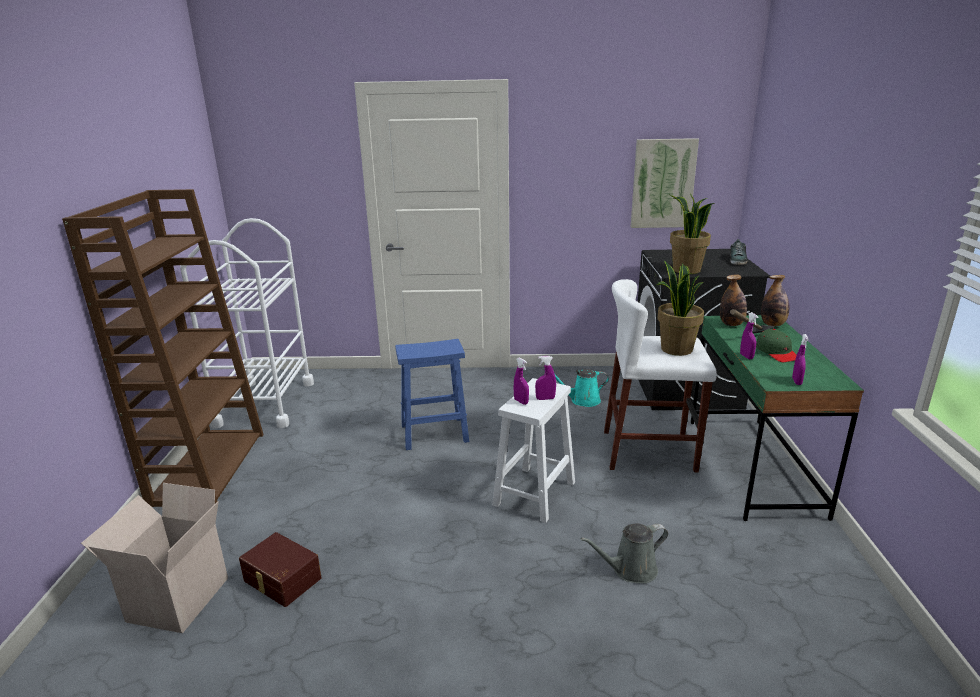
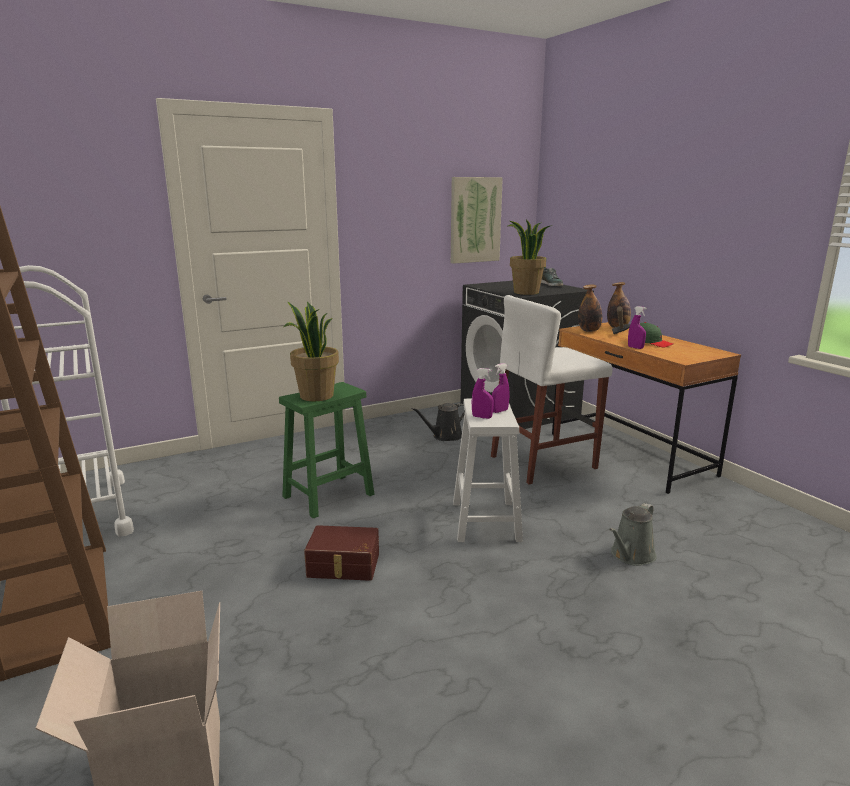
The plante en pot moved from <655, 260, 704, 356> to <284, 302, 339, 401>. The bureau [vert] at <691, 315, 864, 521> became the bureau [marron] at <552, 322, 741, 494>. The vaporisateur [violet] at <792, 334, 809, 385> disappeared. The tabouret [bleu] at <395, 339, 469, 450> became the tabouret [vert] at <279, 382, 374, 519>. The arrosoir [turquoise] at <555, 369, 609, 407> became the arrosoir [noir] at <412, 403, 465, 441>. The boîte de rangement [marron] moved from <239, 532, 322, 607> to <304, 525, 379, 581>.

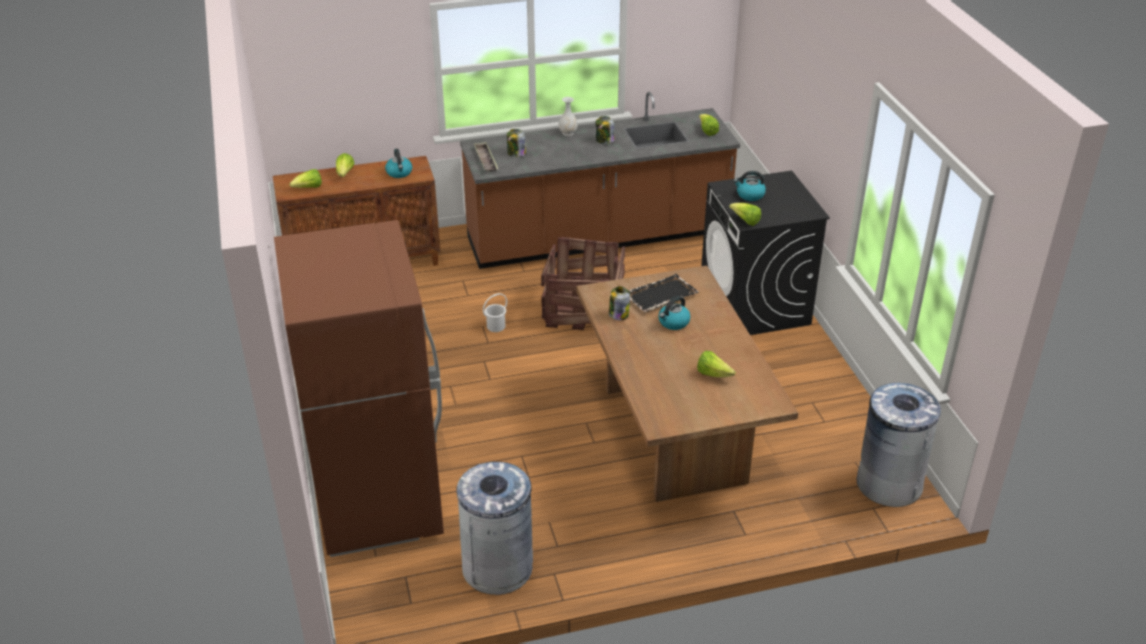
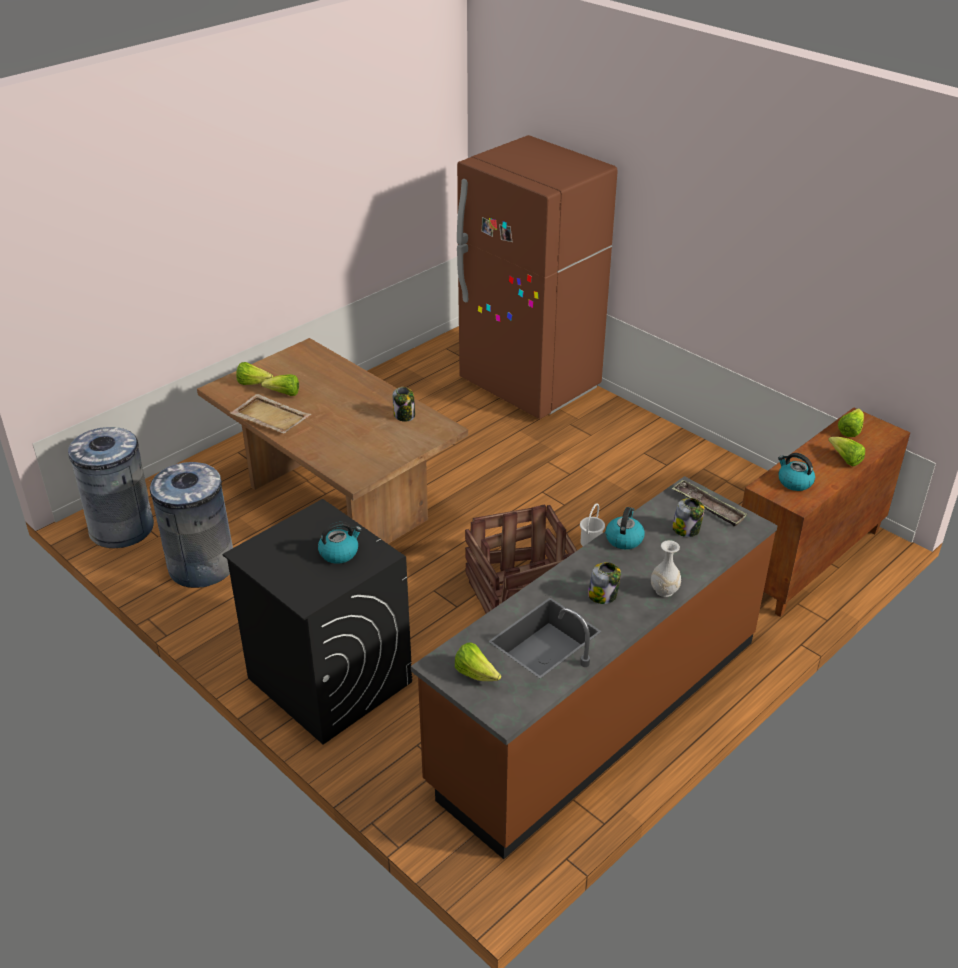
The laitue moved from <729, 203, 761, 226> to <236, 362, 273, 385>. The plateau [noir] at <628, 274, 699, 312> disappeared. The bouilloire moved from <658, 296, 691, 330> to <605, 507, 645, 549>. The poubelle [gris] moved from <456, 462, 533, 595> to <149, 462, 233, 588>. The plateau [beige] at <230, 394, 311, 433> appeared.

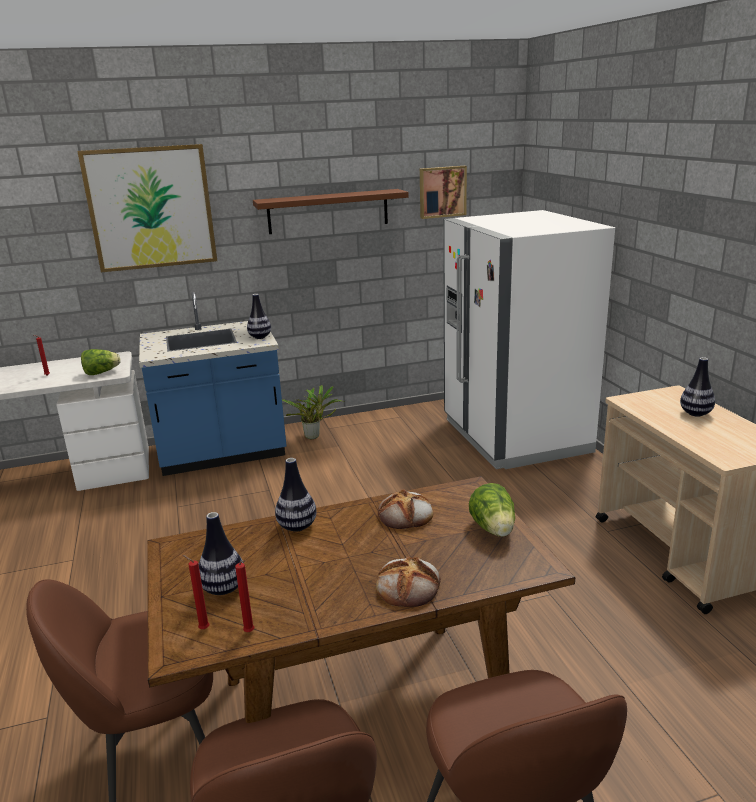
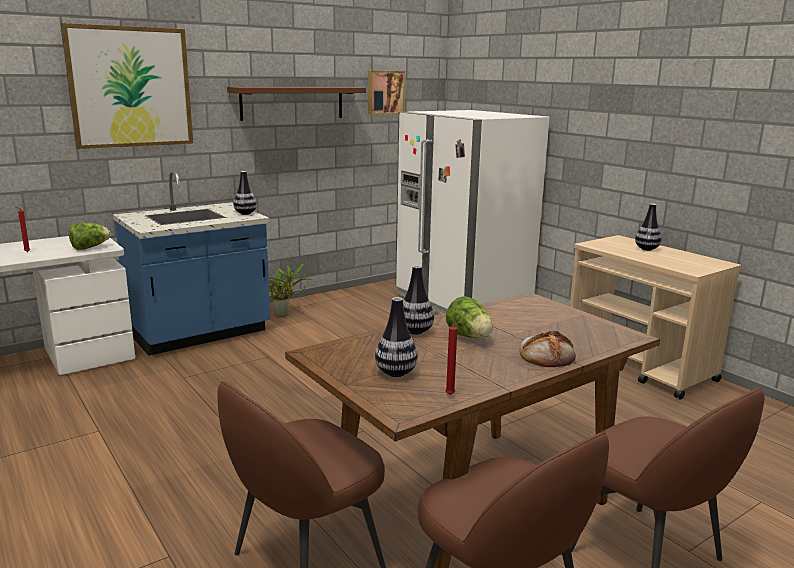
The laitue moved from <469, 483, 515, 537> to <446, 296, 493, 338>. The pain at <378, 489, 433, 529> disappeared. The bougie [rouge] at <183, 555, 209, 629> disappeared.

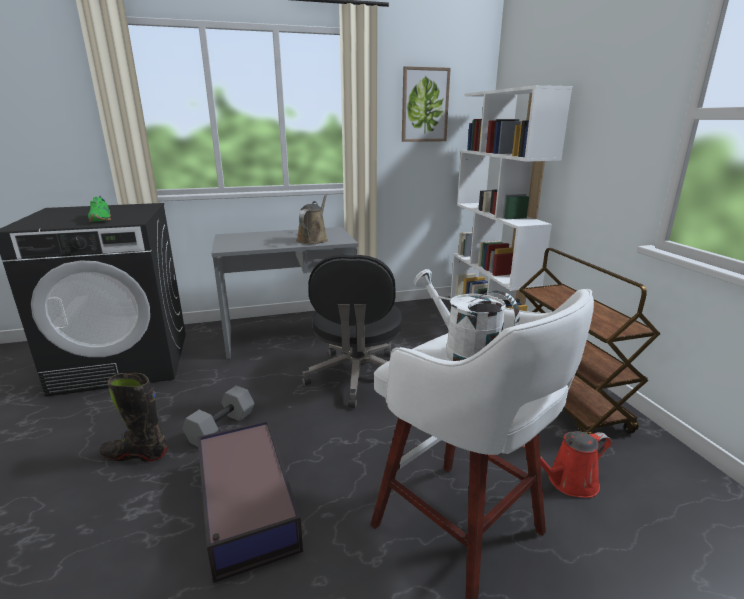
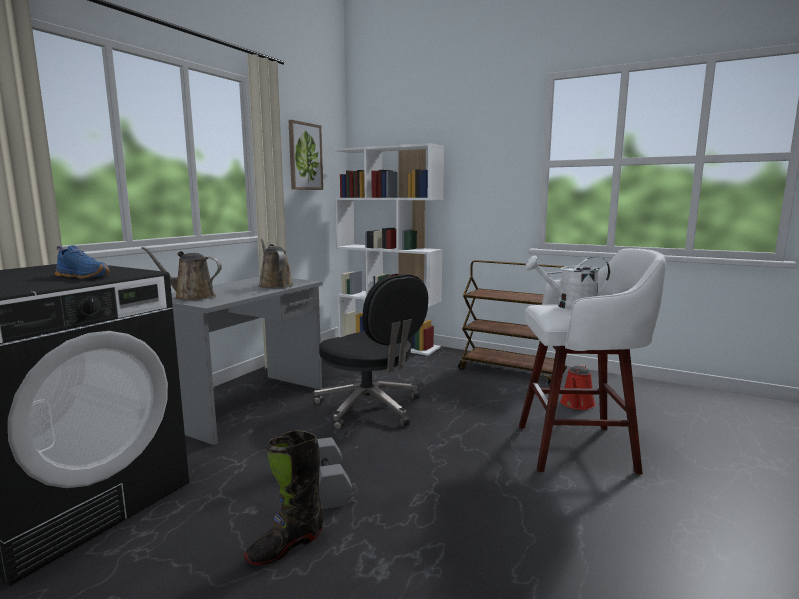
The chaussure [vert] at <88, 196, 111, 222> became the chaussure [bleu] at <55, 245, 110, 279>. The boîte de rangement at <198, 420, 303, 583> disappeared. The arrosoir [marron] at <142, 247, 222, 301> appeared.

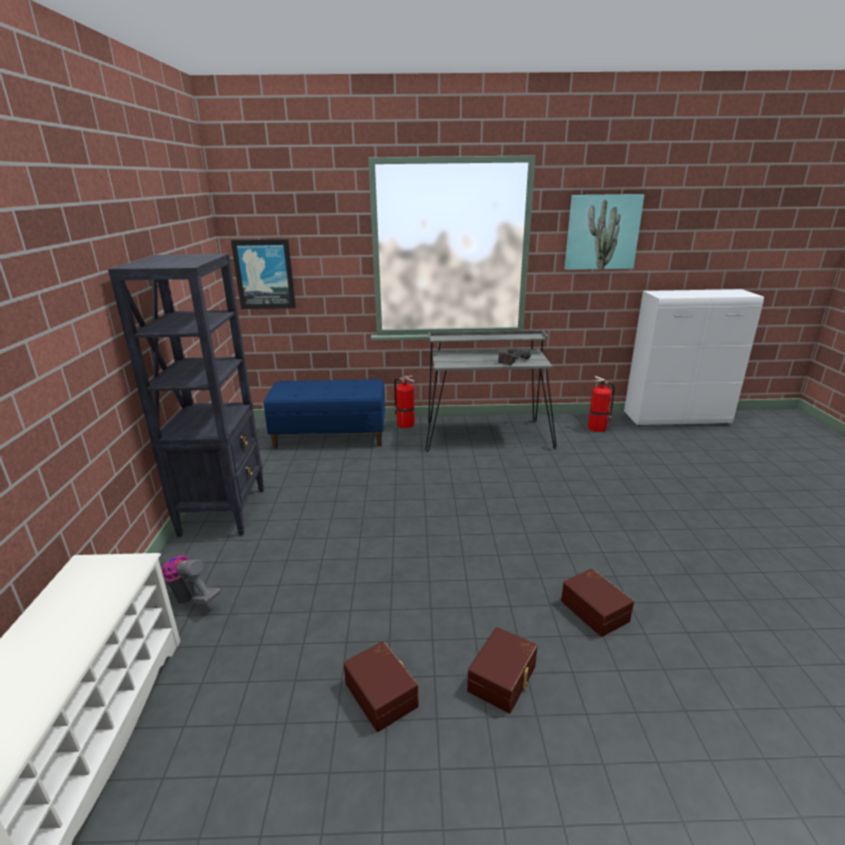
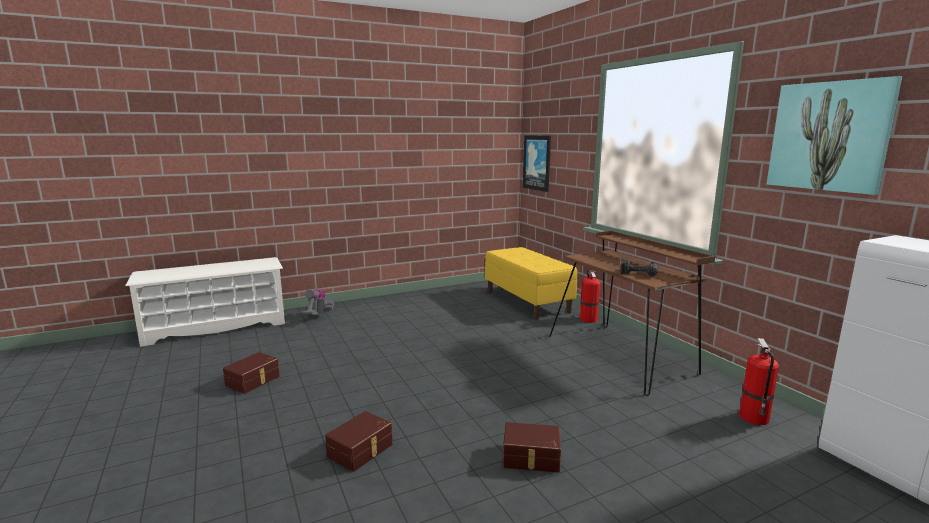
The bibliothèque [noir] at <108, 254, 264, 537> disappeared. The bureau [gris] at <426, 330, 557, 452> became the bureau [marron] at <549, 231, 715, 396>. The banc [bleu] at <264, 379, 385, 448> became the banc [jaune] at <485, 247, 577, 320>. The boîte de rangement [marron] moved from <467, 627, 537, 713> to <503, 422, 561, 473>.

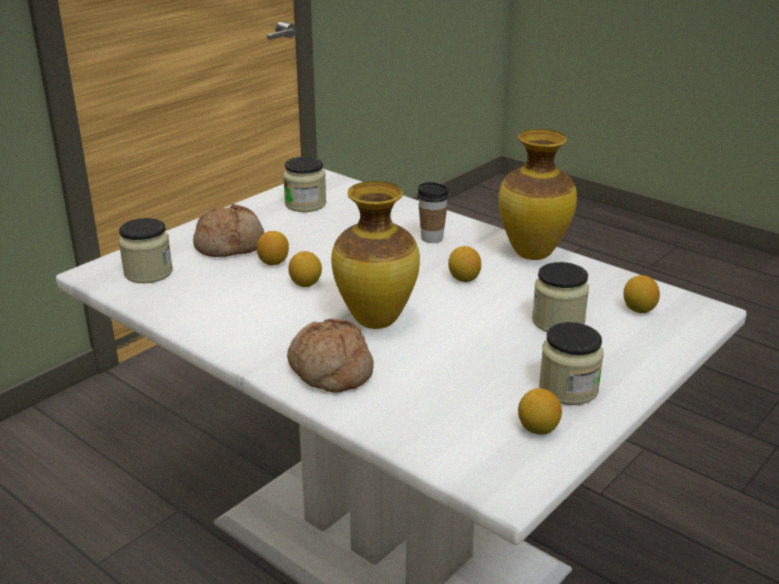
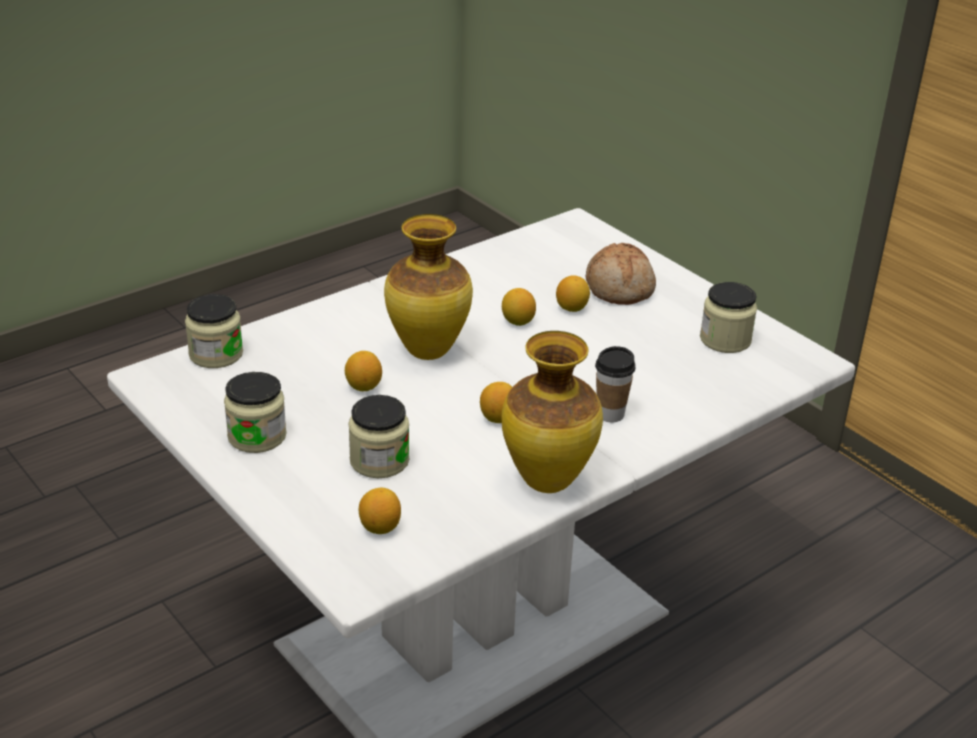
The bocal moved from <119, 218, 173, 283> to <185, 294, 243, 368>. The pain at <287, 318, 374, 392> disappeared. The citron moved from <518, 388, 562, 435> to <345, 351, 382, 391>.

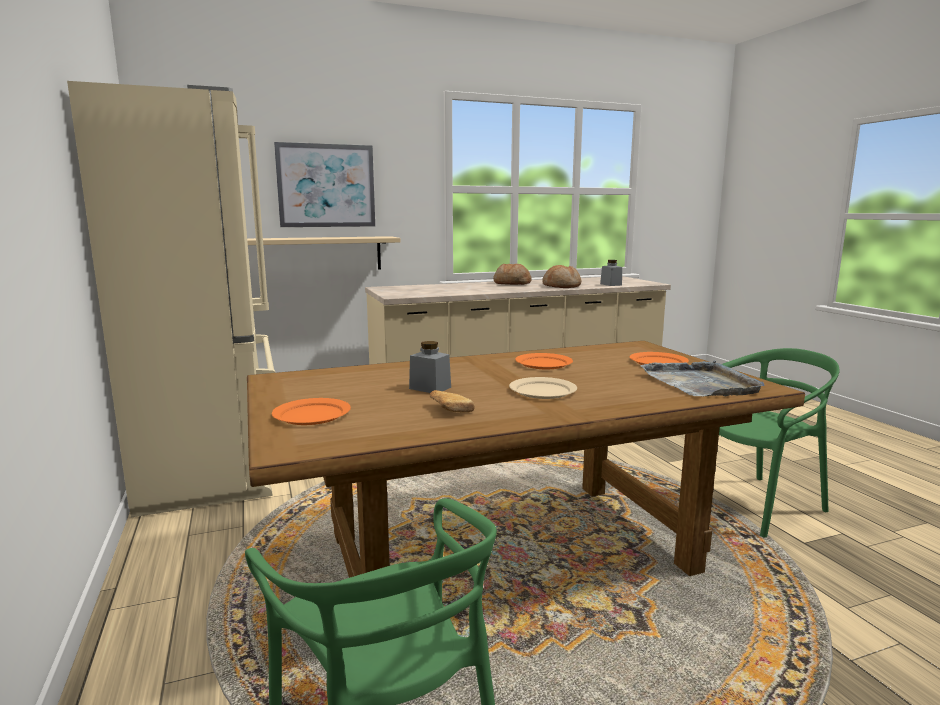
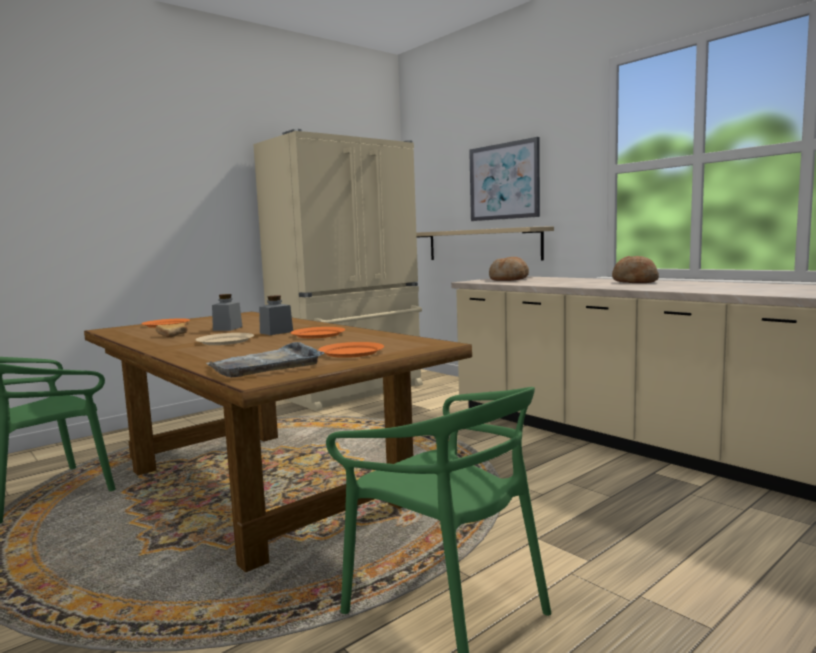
The bocal [gris] moved from <600, 260, 622, 286> to <259, 295, 293, 335>. The pain moved from <542, 265, 582, 288> to <489, 257, 529, 281>.

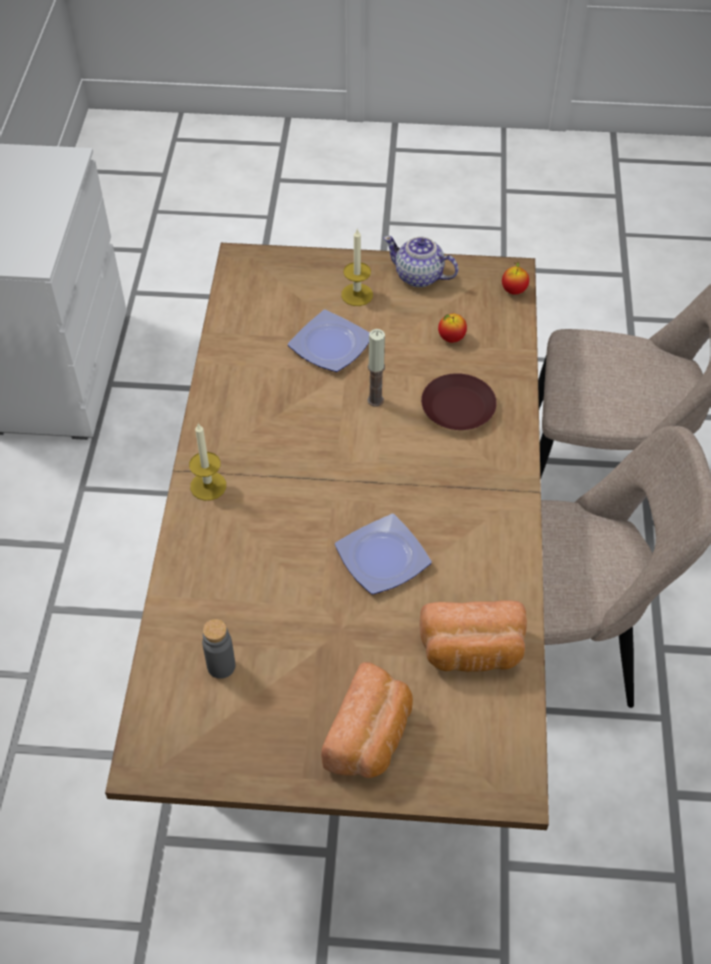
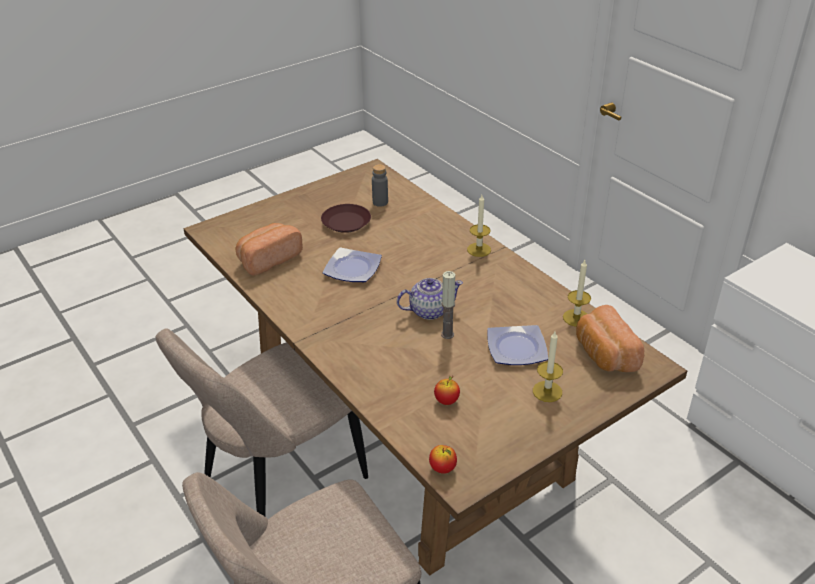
The théière moved from <383, 236, 459, 287> to <397, 278, 463, 320>. The assiette [marron] moved from <421, 373, 497, 430> to <321, 204, 371, 233>. The pain moved from <321, 662, 413, 778> to <576, 305, 644, 372>. The bougie at <563, 260, 591, 327> appeared.

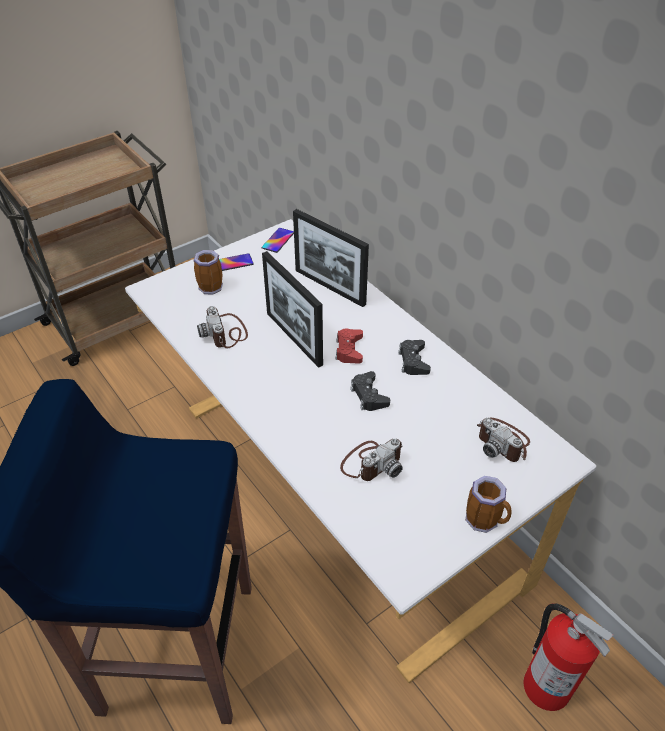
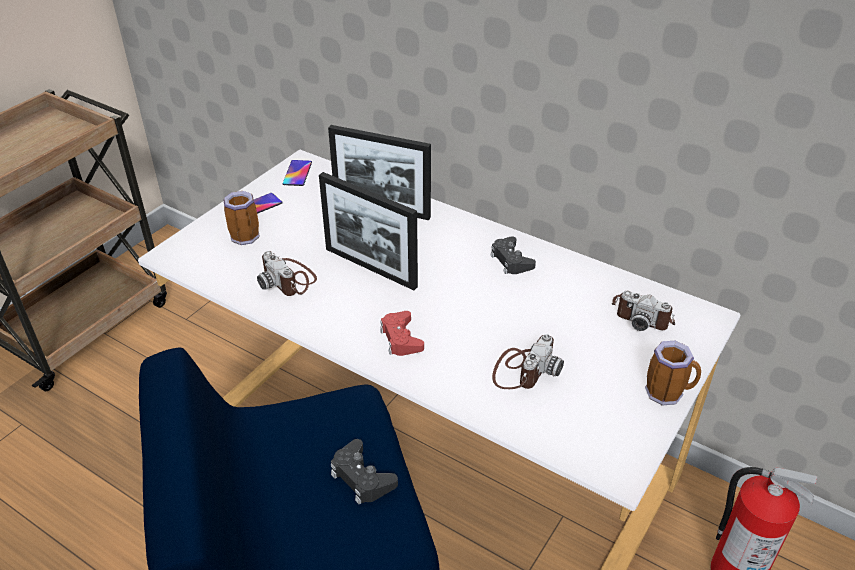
The manette [rouge] moved from <335, 328, 363, 364> to <380, 311, 424, 356>. The manette [noir] moved from <350, 371, 390, 411> to <331, 439, 398, 504>.

